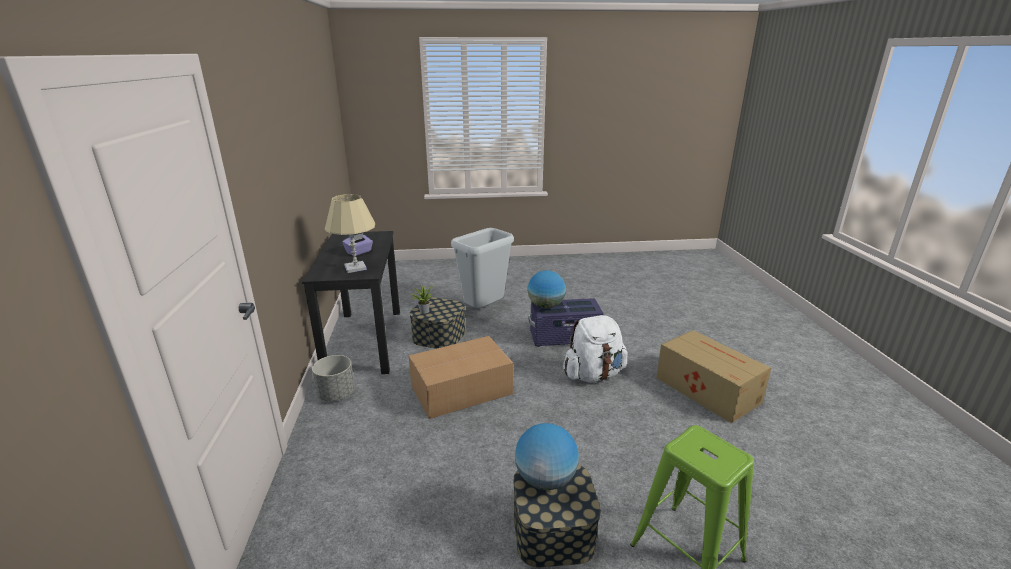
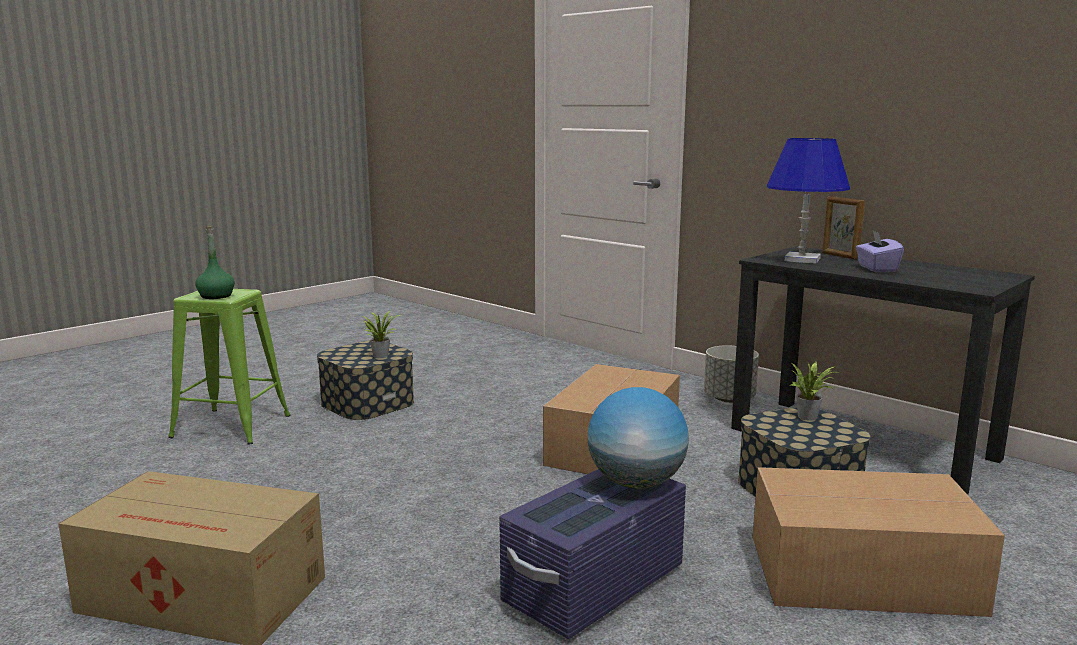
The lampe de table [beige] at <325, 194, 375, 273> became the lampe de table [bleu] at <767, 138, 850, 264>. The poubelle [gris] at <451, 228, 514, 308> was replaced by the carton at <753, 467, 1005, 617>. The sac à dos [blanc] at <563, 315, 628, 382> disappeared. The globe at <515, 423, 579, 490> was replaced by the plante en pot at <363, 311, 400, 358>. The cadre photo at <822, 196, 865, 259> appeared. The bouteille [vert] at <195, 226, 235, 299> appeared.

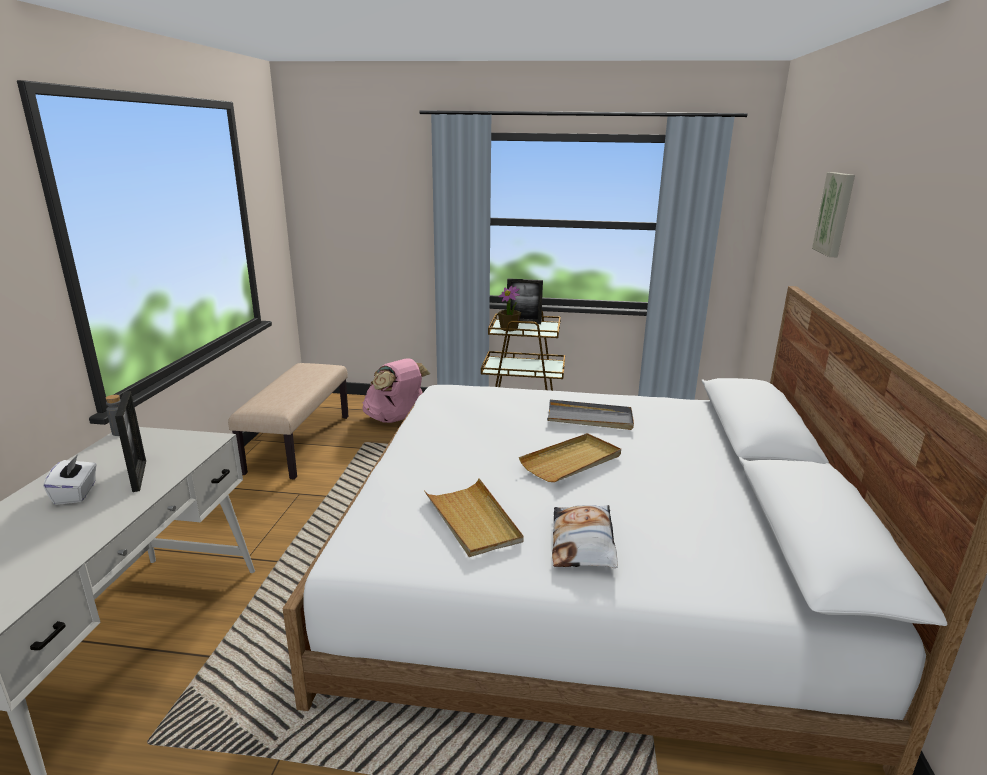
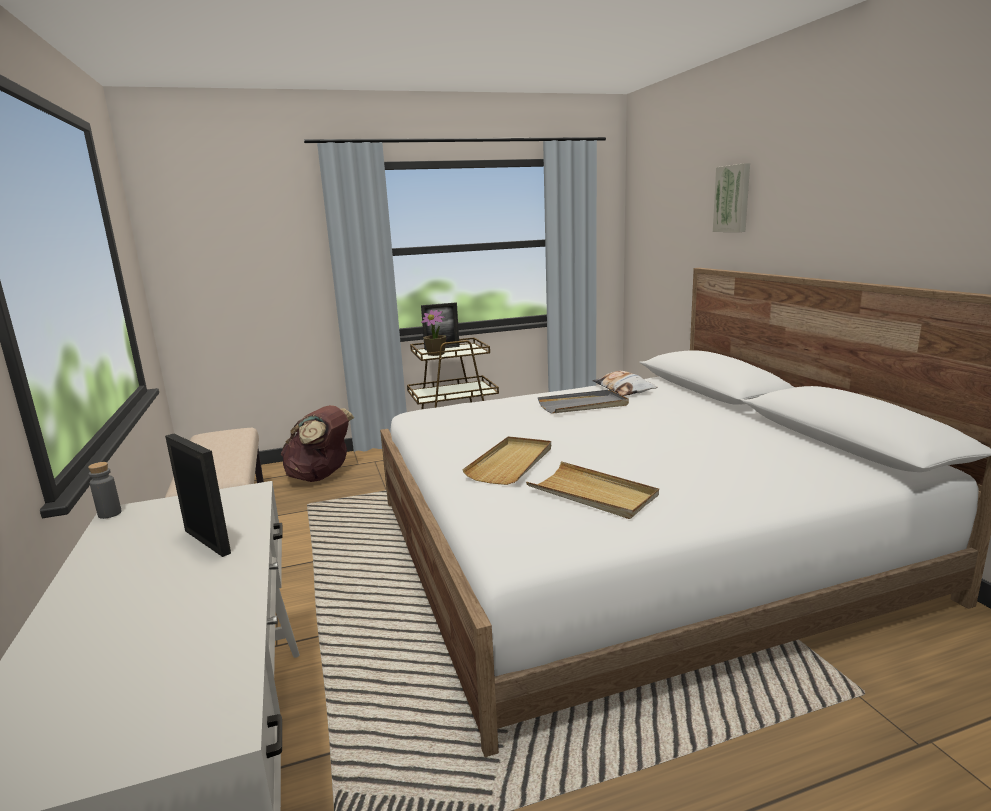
The sac à dos [rose] at <362, 359, 430, 423> became the sac à dos [marron] at <281, 405, 354, 482>. The plateau [beige] moved from <519, 433, 621, 482> to <462, 436, 551, 485>. The boîte à mouchoirs [blanc] at <43, 454, 97, 505> disappeared. The coussin moved from <552, 505, 618, 568> to <593, 371, 657, 396>.

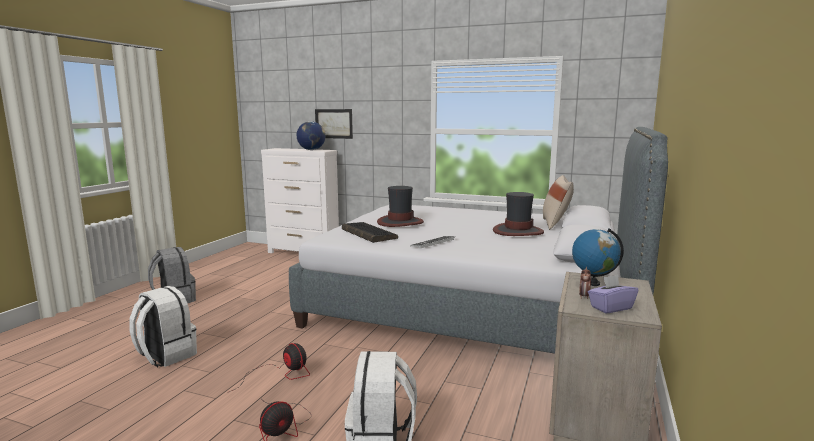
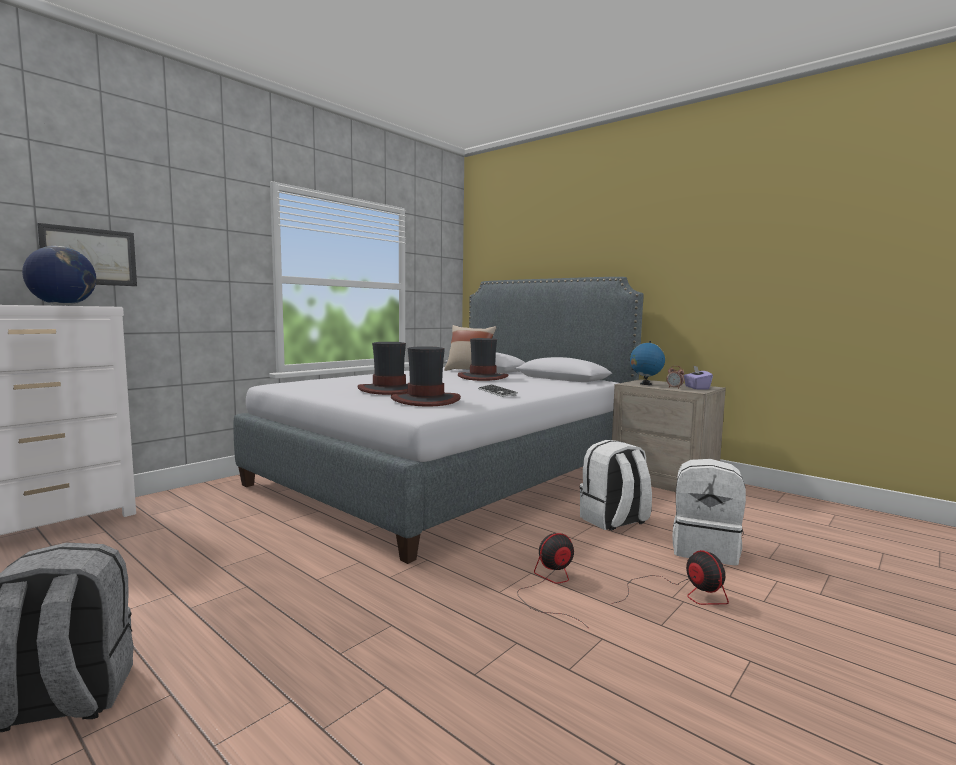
The clavier at <342, 222, 398, 243> was replaced by the chapeau at <391, 347, 461, 407>. The sac à dos [blanc] moved from <129, 286, 197, 368> to <580, 440, 652, 531>.

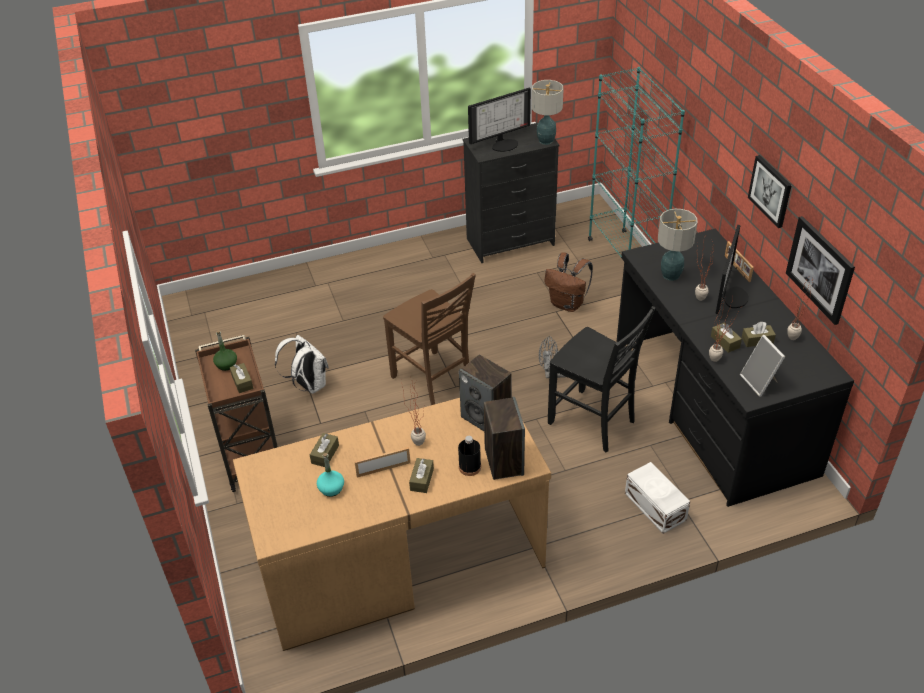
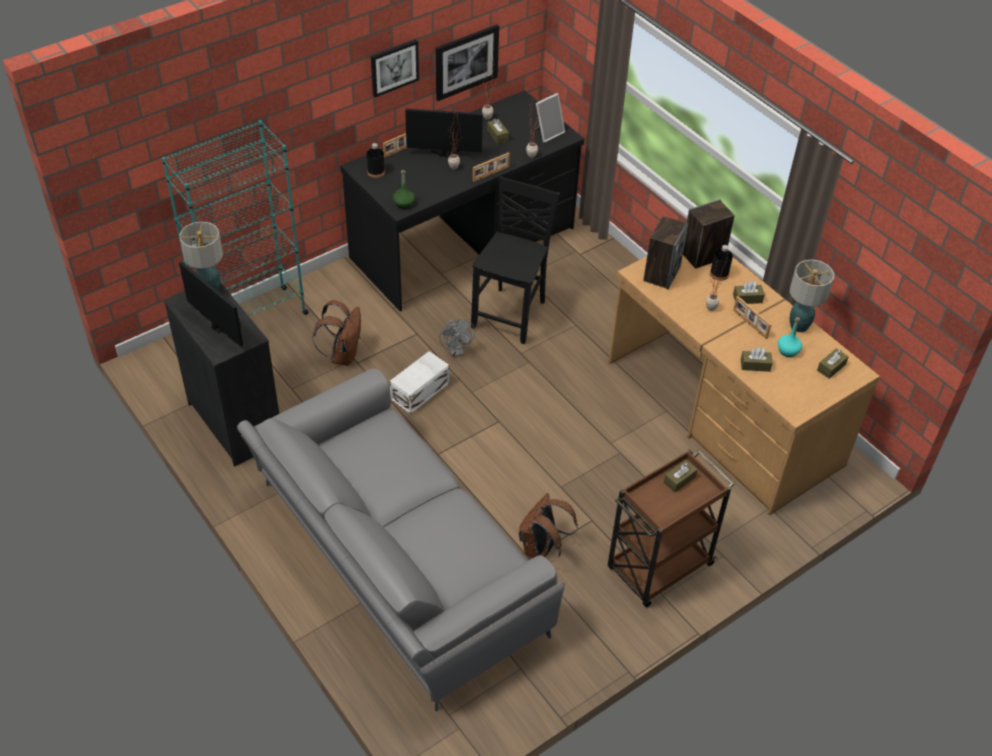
The lampe de table moved from <658, 209, 698, 281> to <789, 260, 834, 332>. The chaise [marron] at <383, 273, 476, 405> disappeared. The boîte à mouchoirs [marron] moved from <711, 323, 742, 353> to <817, 348, 849, 379>. The bouteille [vert] moved from <213, 331, 237, 371> to <393, 170, 415, 209>. The sac à dos [blanc] at <275, 335, 329, 394> became the sac à dos [marron] at <519, 493, 578, 562>. The boîte de rangement [blanc] moved from <625, 462, 690, 534> to <390, 351, 449, 414>. The bouteille [noir] at <367, 143, 385, 178> appeared. The cadre photo at <473, 152, 510, 182> appeared. The canapé [gris] at <237, 368, 565, 711> appeared.

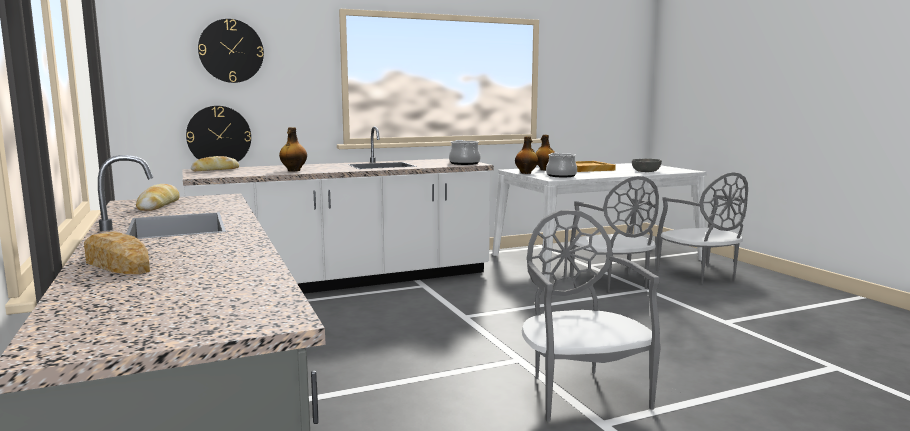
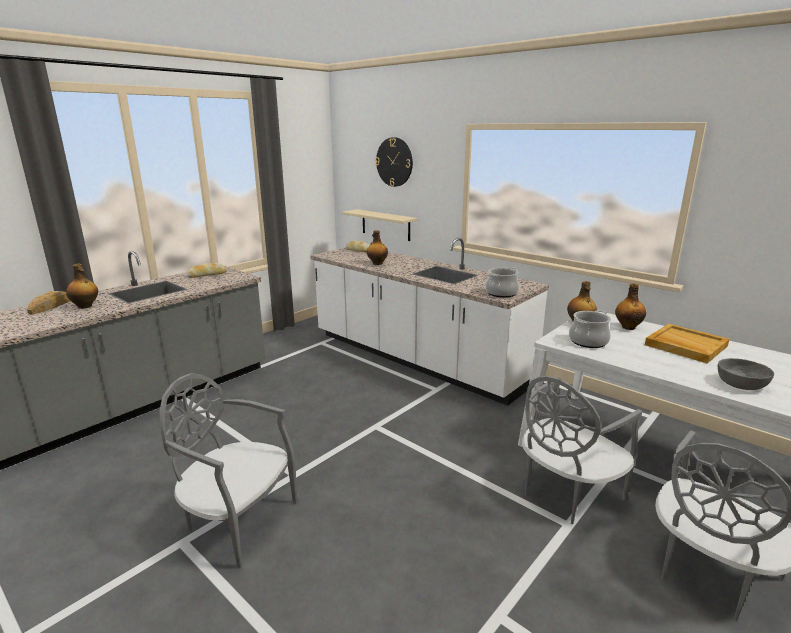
The horloge murale at <186, 106, 251, 162> was replaced by the étagère [beige] at <342, 209, 417, 241>. The chaise [gris] at <522, 209, 661, 422> turned 120 degrees counterclockwise. The bouteille at <66, 264, 98, 309> appeared.

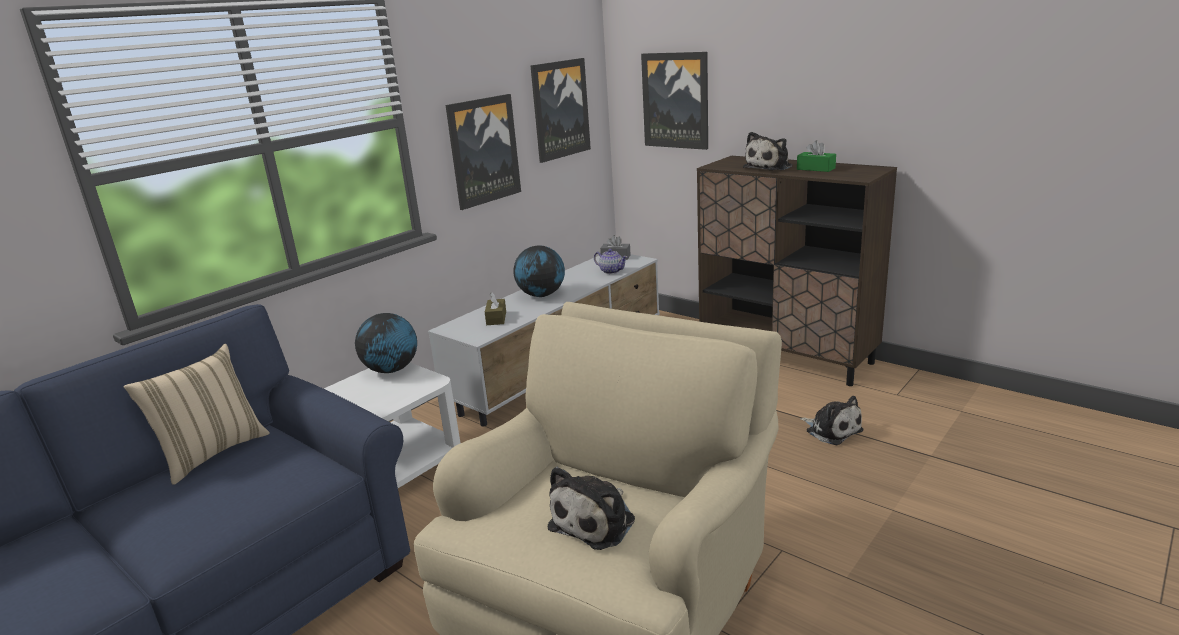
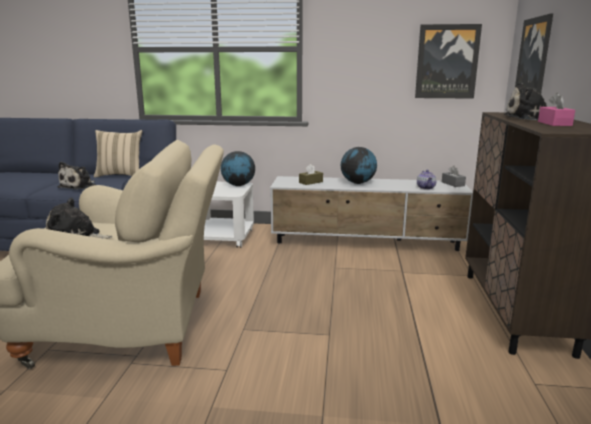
The tableau at <445, 94, 521, 210> disappeared. The boîte à mouchoirs [vert] at <797, 140, 836, 172> became the boîte à mouchoirs [rose] at <538, 93, 575, 126>. The peluche moved from <800, 396, 863, 445> to <57, 162, 96, 190>.

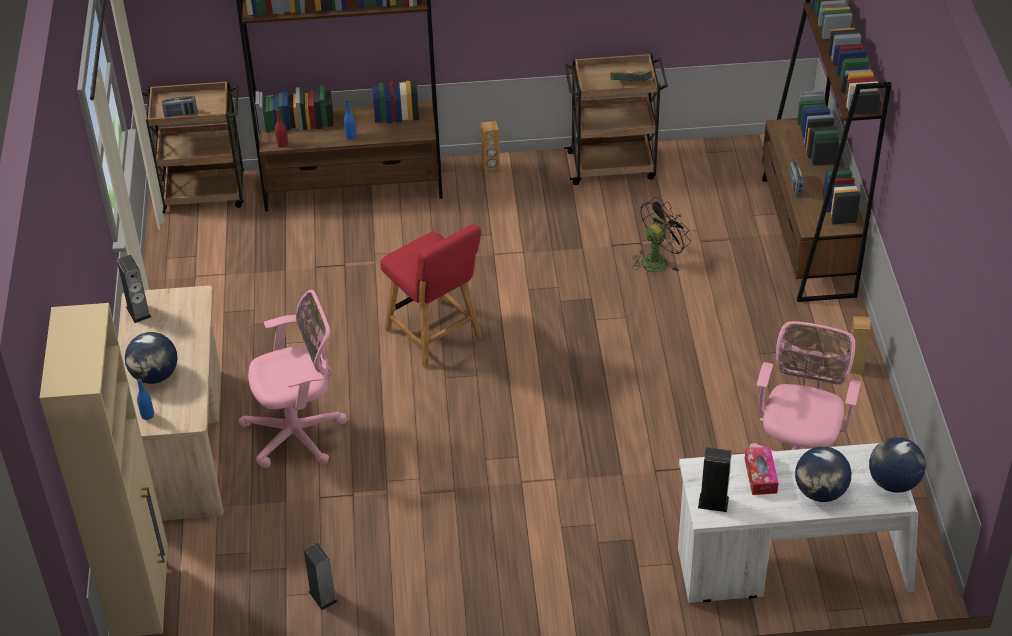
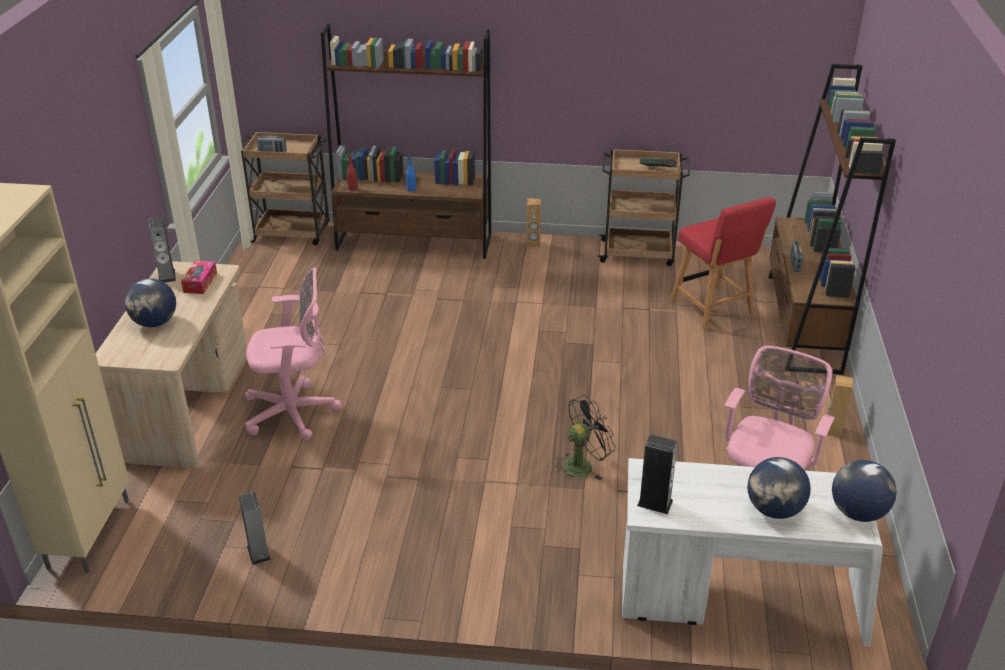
The ventilateur [noir] moved from <632, 197, 691, 272> to <553, 395, 616, 480>. The chaise [rouge] moved from <380, 224, 482, 368> to <670, 197, 776, 330>. The bouteille [bleu] at <137, 378, 154, 420> disappeared. The boîte à mouchoirs moved from <745, 447, 779, 495> to <181, 260, 217, 294>.

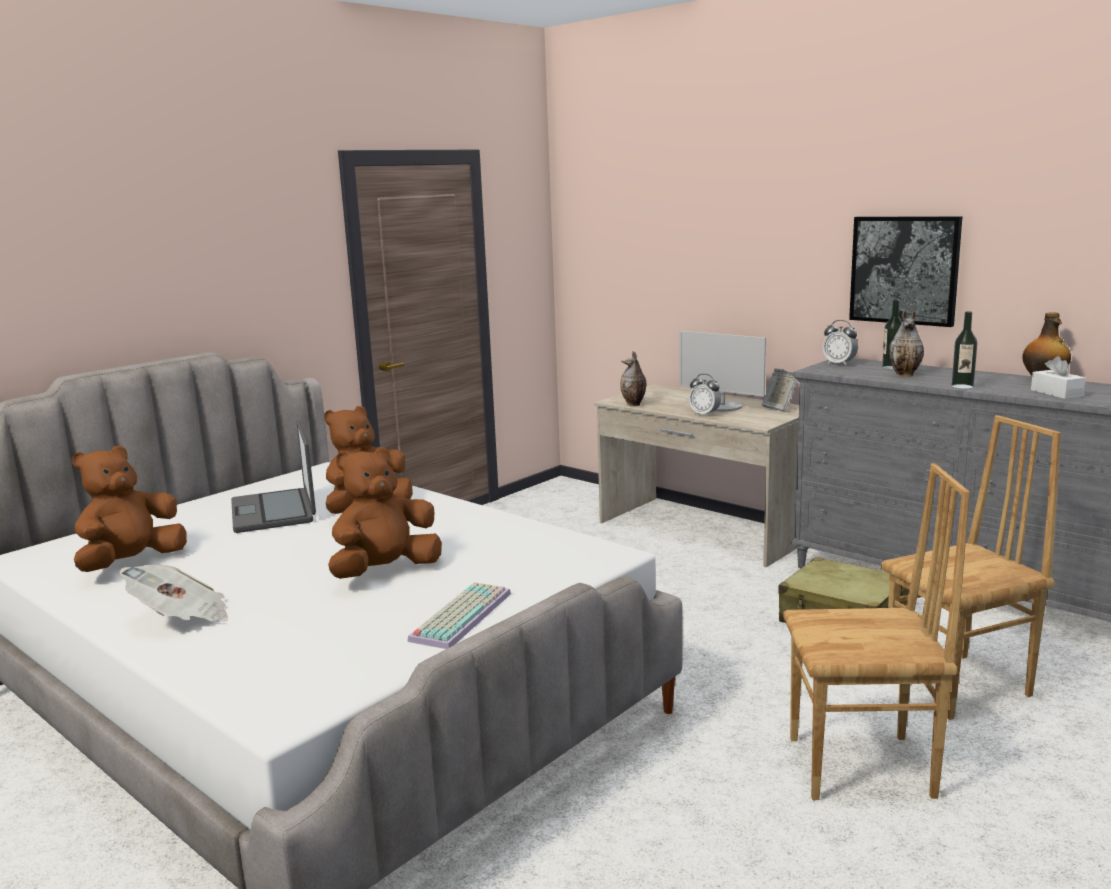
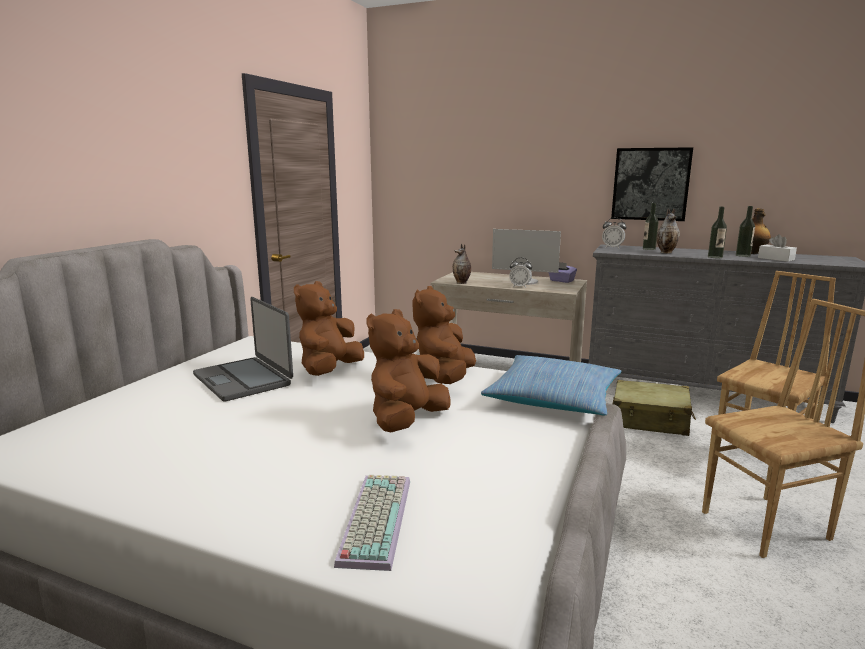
The cadre photo at <762, 368, 798, 411> was replaced by the boîte à mouchoirs [violet] at <548, 262, 577, 283>. The peluche [marron] moved from <72, 446, 187, 572> to <412, 286, 476, 384>. The journal at <119, 565, 228, 622> disappeared. The clavier moved from <407, 582, 511, 649> to <334, 475, 410, 571>. The bouteille at <736, 206, 755, 257> appeared. The coussin at <481, 355, 621, 415> appeared.

